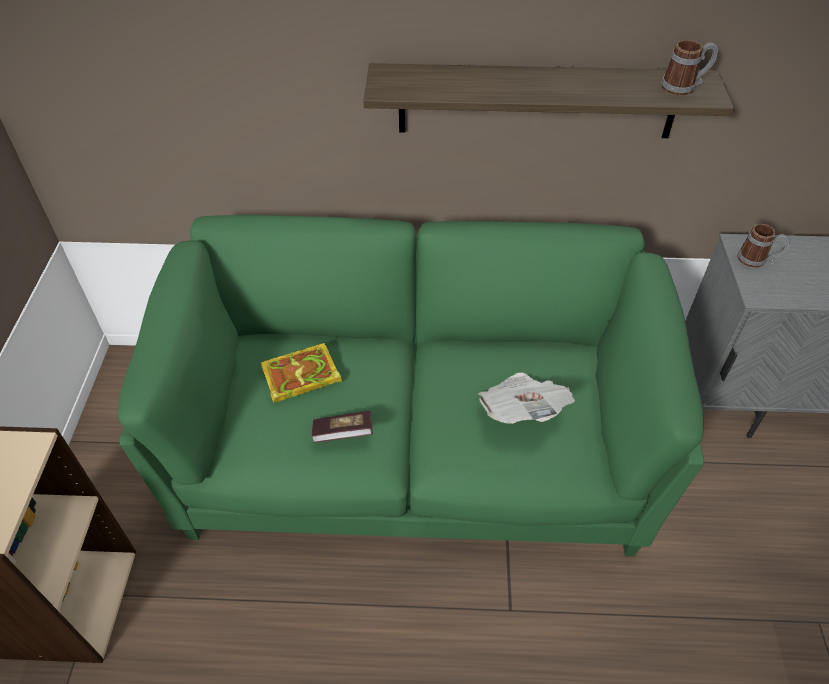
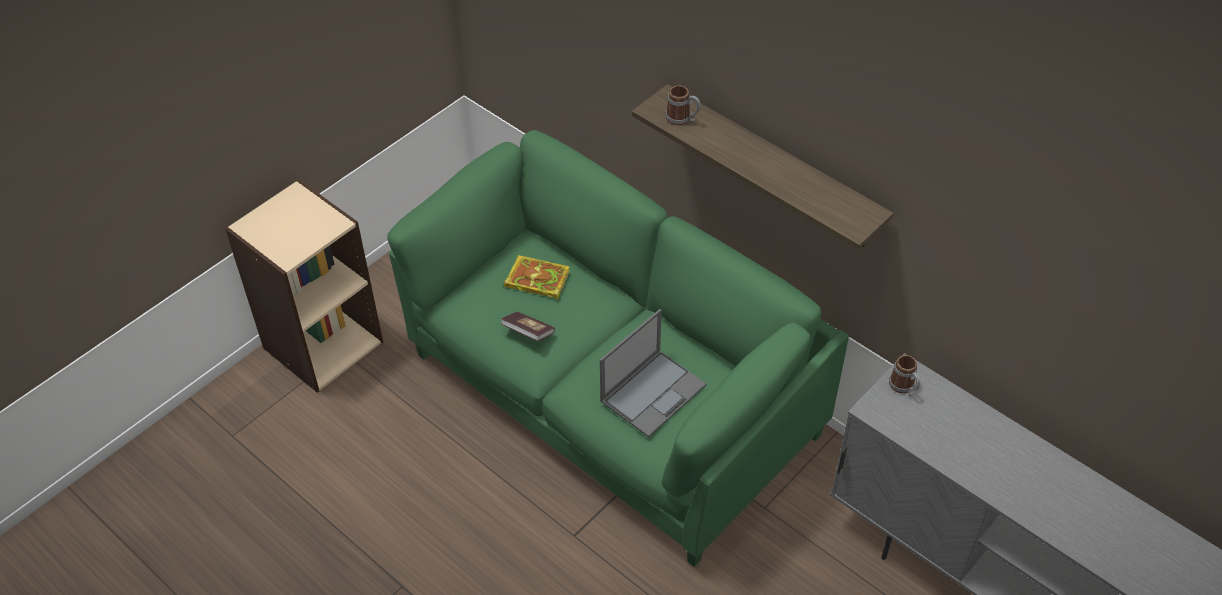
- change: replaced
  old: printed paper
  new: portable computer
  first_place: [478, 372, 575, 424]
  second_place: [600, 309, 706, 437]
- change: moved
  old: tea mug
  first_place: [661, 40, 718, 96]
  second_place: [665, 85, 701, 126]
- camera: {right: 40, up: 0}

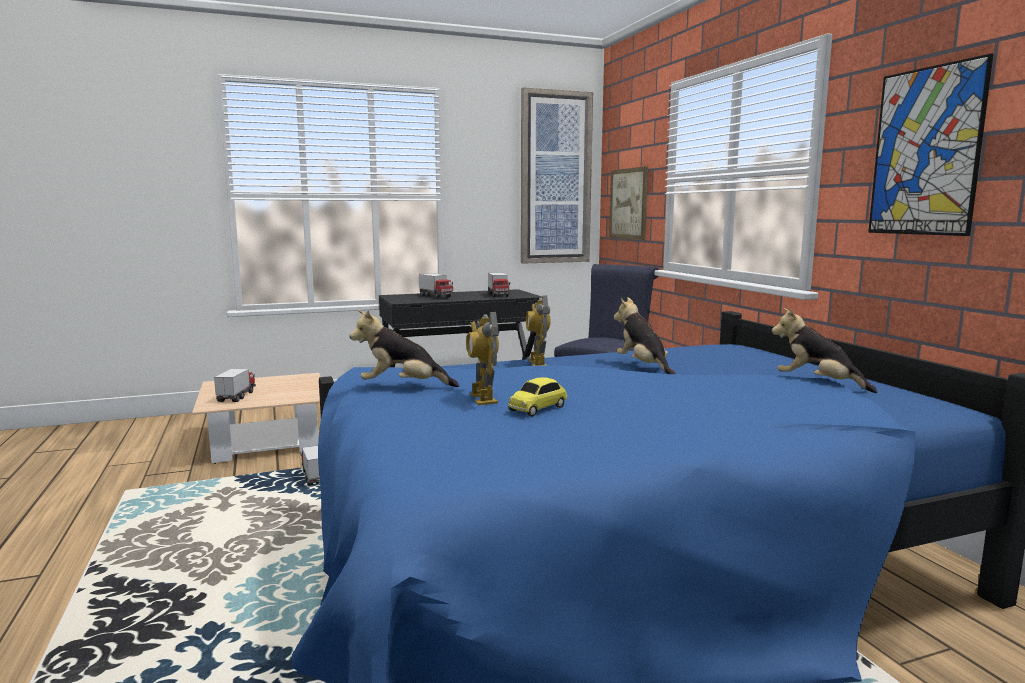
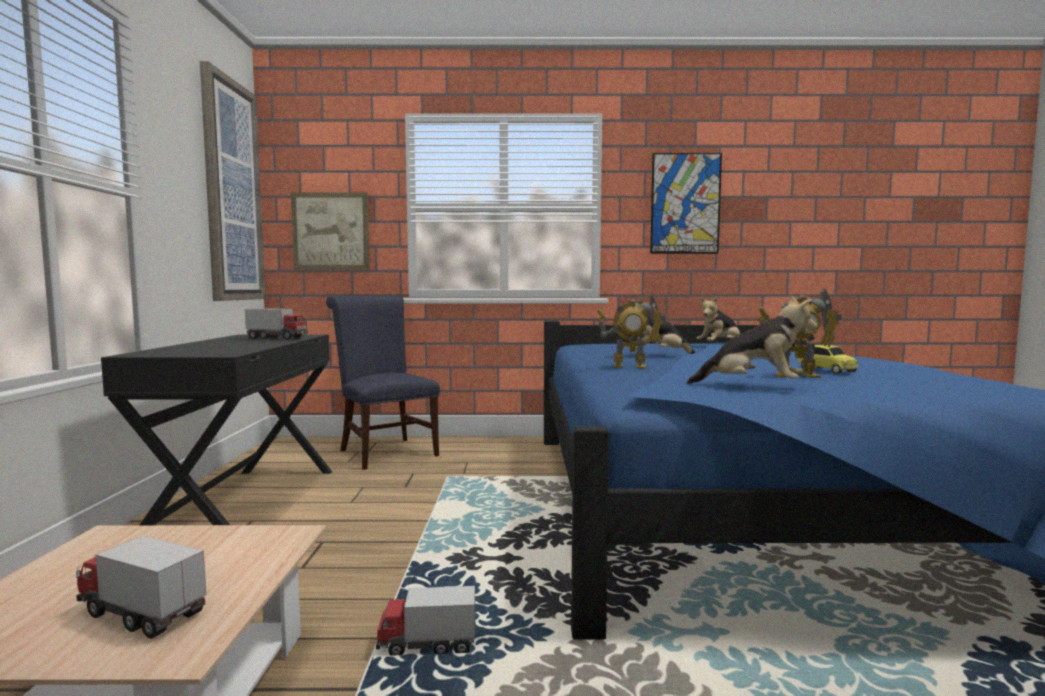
- change: turned
  old: cuddly toy
  first_place: [349, 310, 459, 387]
  second_place: [687, 295, 818, 384]
  degrees: -90
- change: removed
  old: toy lorry
  first_place: [419, 273, 454, 298]
- camera: {right: -70, up: -5}

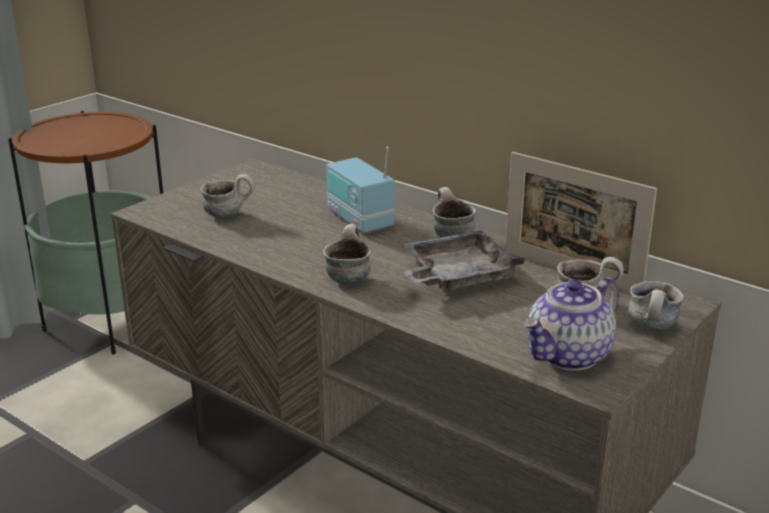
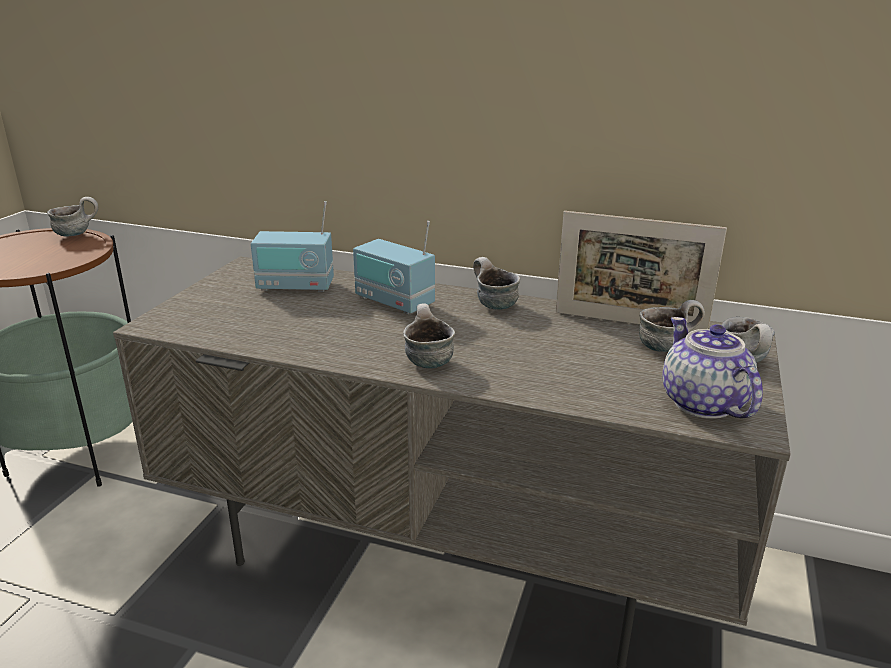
- change: moved
  old: tea mug
  first_place: [201, 174, 255, 217]
  second_place: [47, 197, 98, 237]
- change: added
  new: radio receiver
  second_place: [251, 201, 334, 292]
- change: turned
  old: pot for tea
  first_place: [523, 277, 619, 371]
  second_place: [662, 317, 763, 419]
  degrees: 135
- change: removed
  old: greyish tray
  first_place: [402, 230, 524, 290]
- camera: {right: -20, up: 0}

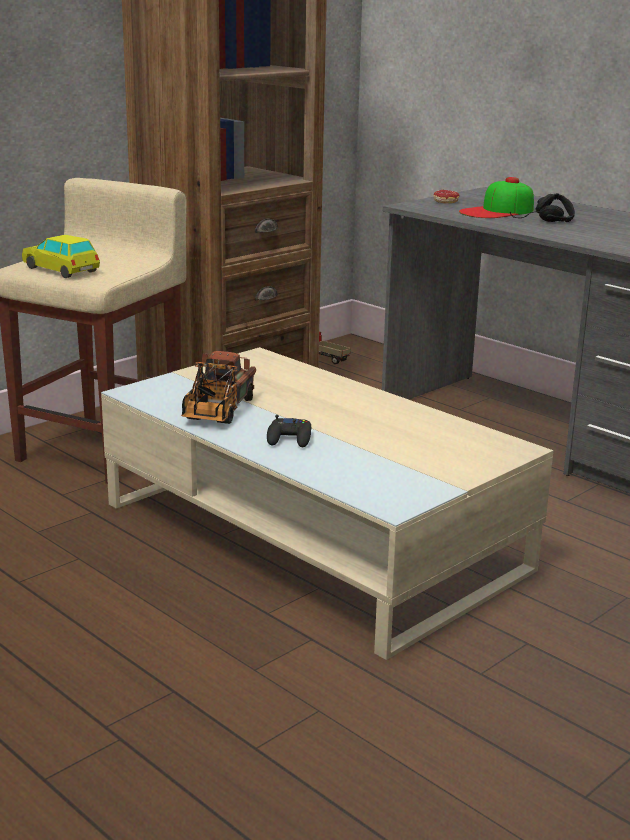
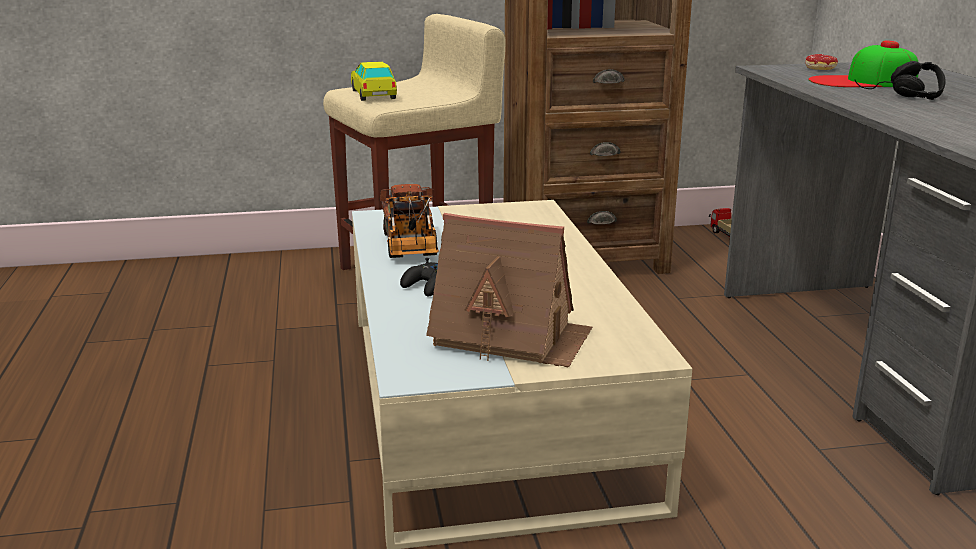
- change: turned
  old: toy lorry
  first_place: [181, 351, 256, 424]
  second_place: [380, 184, 439, 258]
  degrees: -60
- change: added
  new: toy house
  second_place: [426, 213, 592, 367]
- camera: {right: 35, up: 0}

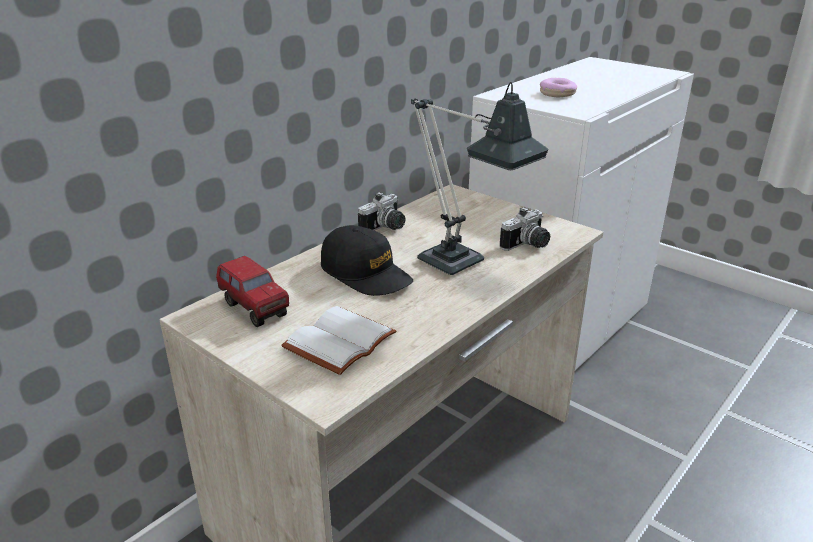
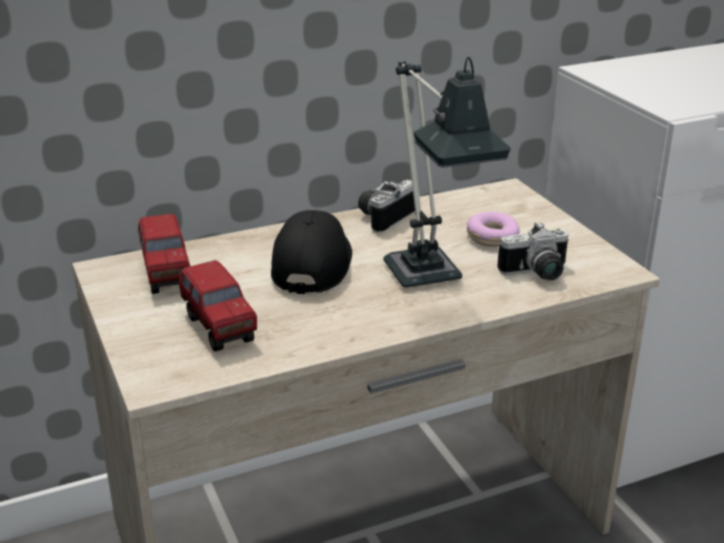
- change: replaced
  old: whitish bound book
  new: toy lorry
  first_place: [281, 306, 396, 375]
  second_place: [179, 260, 257, 351]
- change: turned
  old: black-coloured baseball cap
  first_place: [321, 225, 413, 296]
  second_place: [271, 210, 352, 294]
  degrees: -150
- change: turned
  old: still camera
  first_place: [358, 192, 405, 231]
  second_place: [358, 180, 415, 233]
  degrees: 150
- change: moved
  old: ring doughnut
  first_place: [540, 78, 577, 97]
  second_place: [467, 212, 520, 246]
- camera: {right: 25, up: 0}

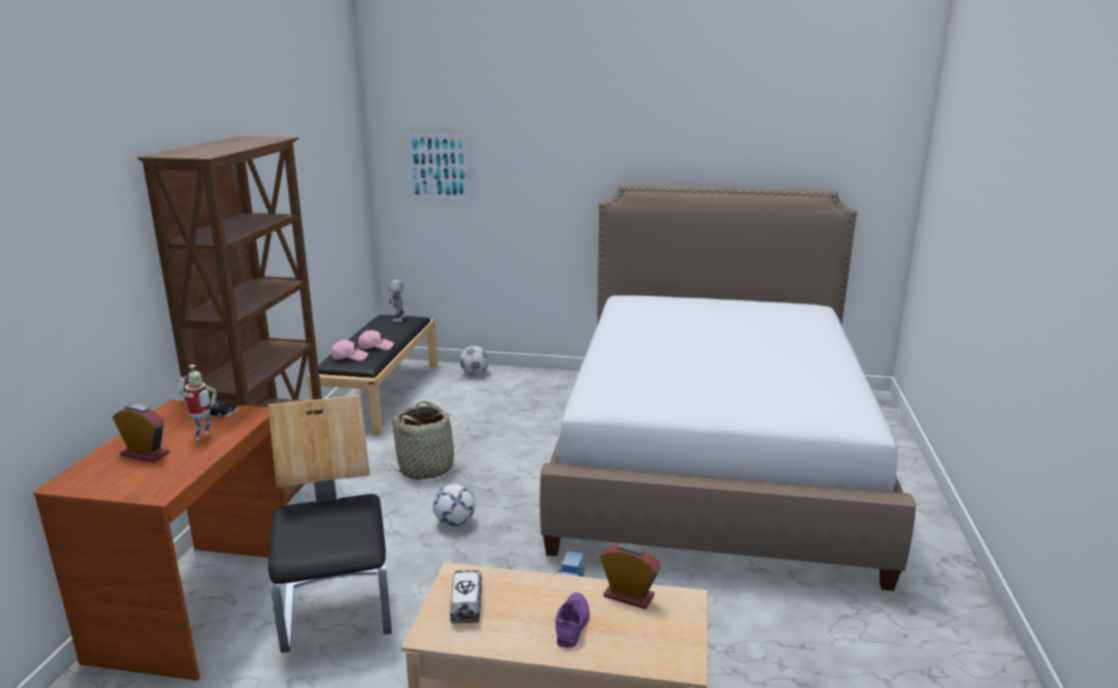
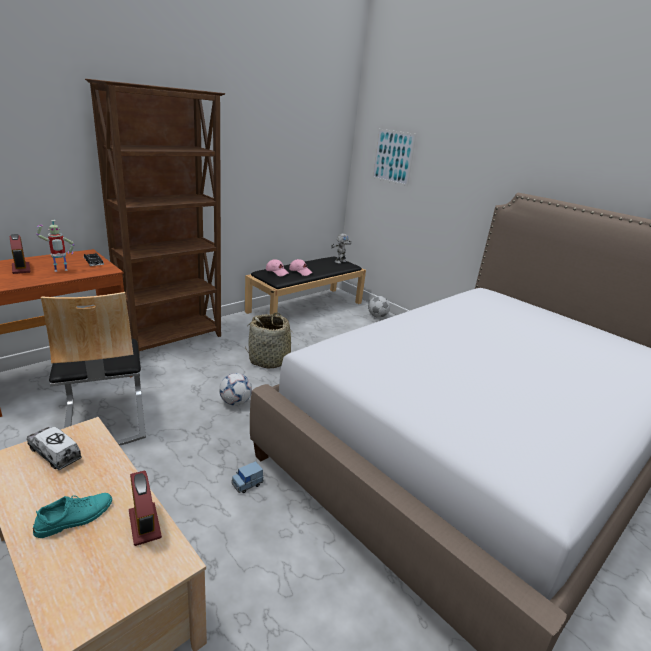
- change: turned
  old: toy lorry
  first_place: [450, 570, 482, 623]
  second_place: [27, 427, 82, 470]
  degrees: -90
- change: recoloured
  old: purplish low shoe
  new: turquoise-coloured low shoe
  first_place: [555, 592, 590, 648]
  second_place: [33, 493, 112, 538]
- change: turned
  old: plain chair
  first_place: [268, 395, 392, 653]
  second_place: [41, 292, 146, 446]
  degrees: 135
- camera: {right: 35, up: 5}

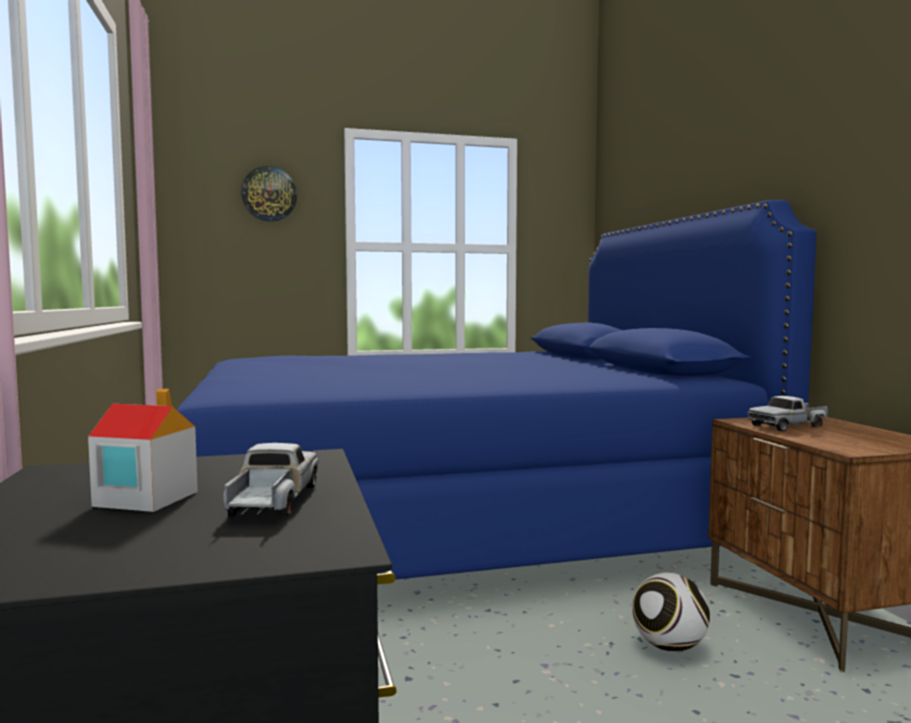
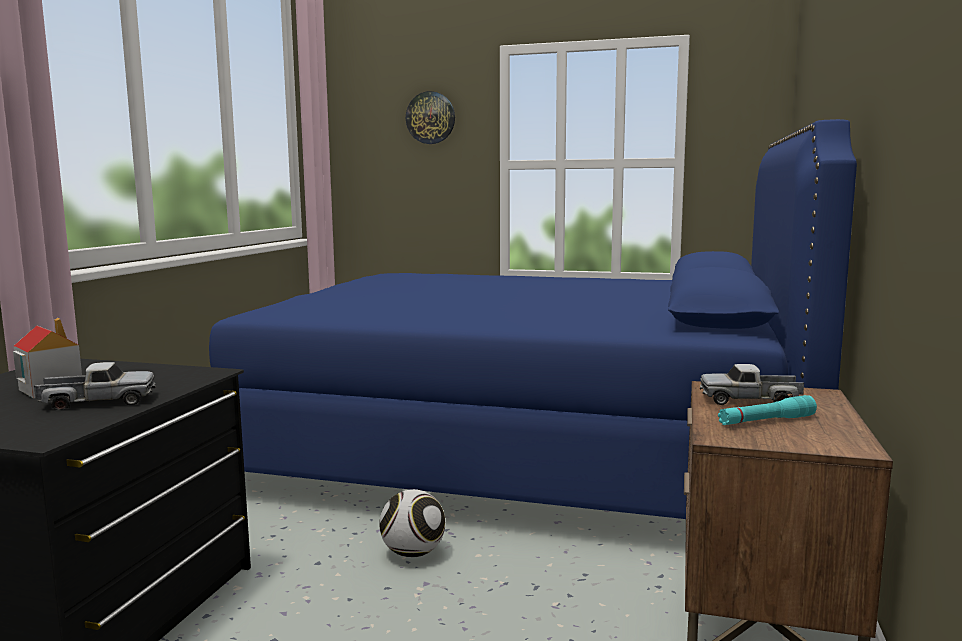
- change: turned
  old: toy lorry
  first_place: [223, 443, 318, 517]
  second_place: [34, 362, 155, 410]
  degrees: 45
- change: moved
  old: football
  first_place: [632, 573, 710, 652]
  second_place: [379, 489, 445, 558]
- change: added
  new: turquoise-coloured hand torch
  second_place: [718, 395, 817, 425]
- camera: {right: 30, up: 5}

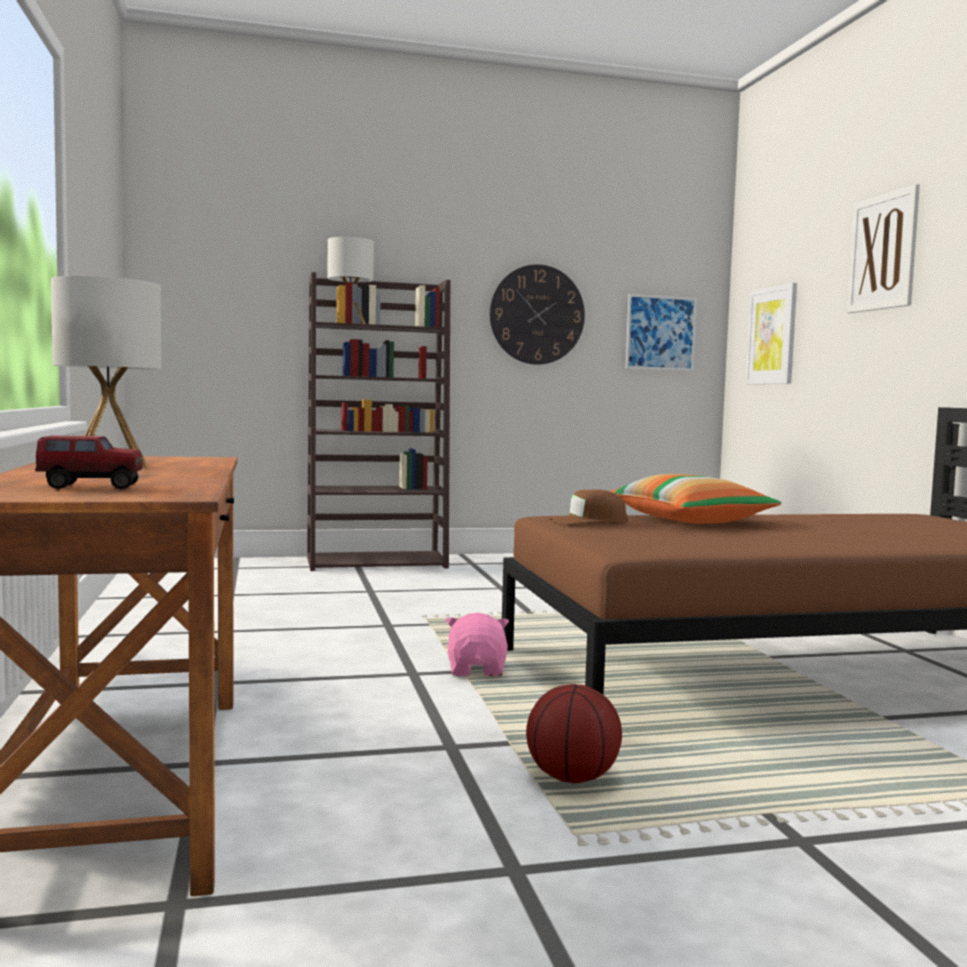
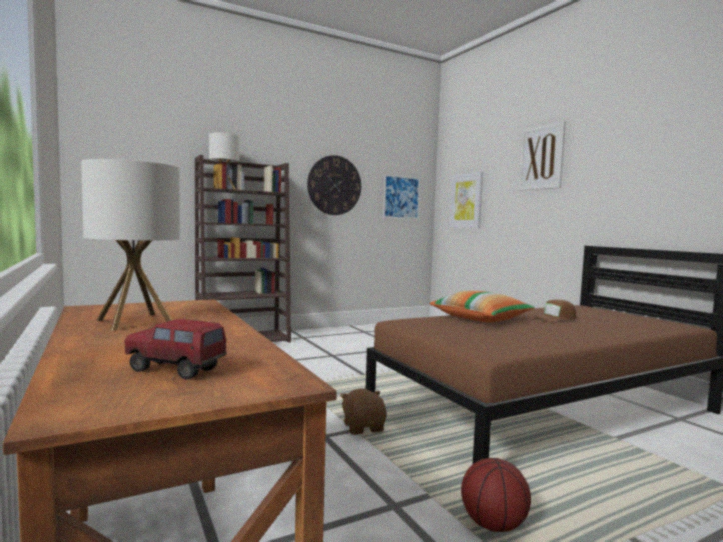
- change: turned
  old: toy lorry
  first_place: [35, 435, 143, 489]
  second_place: [125, 319, 227, 380]
  degrees: -135
- change: recoloured
  old: pink-coloured cuddly toy
  new: brownish cuddly toy
  first_place: [446, 613, 509, 676]
  second_place: [340, 389, 387, 435]
- change: moved
  old: brownish baseball cap
  first_place: [550, 489, 628, 525]
  second_place: [533, 300, 576, 322]
- camera: {right: -15, up: 0}

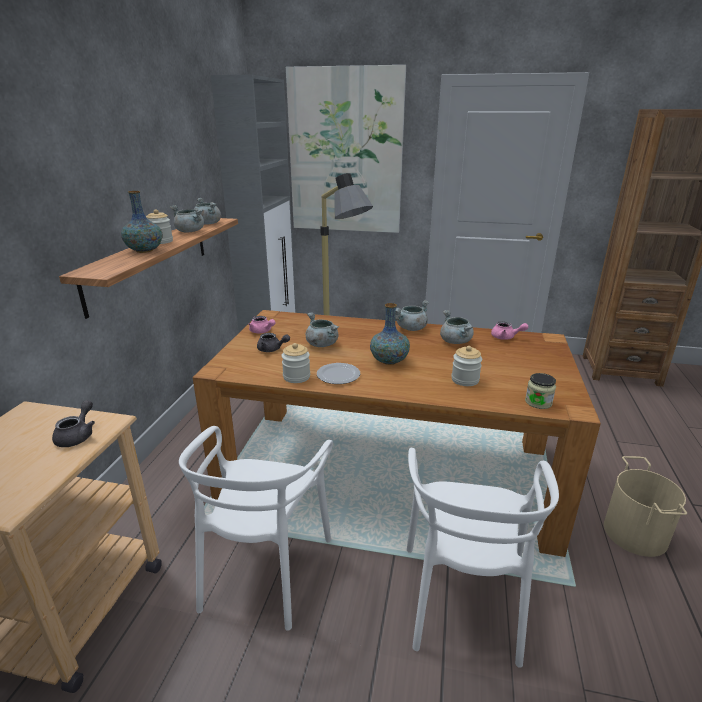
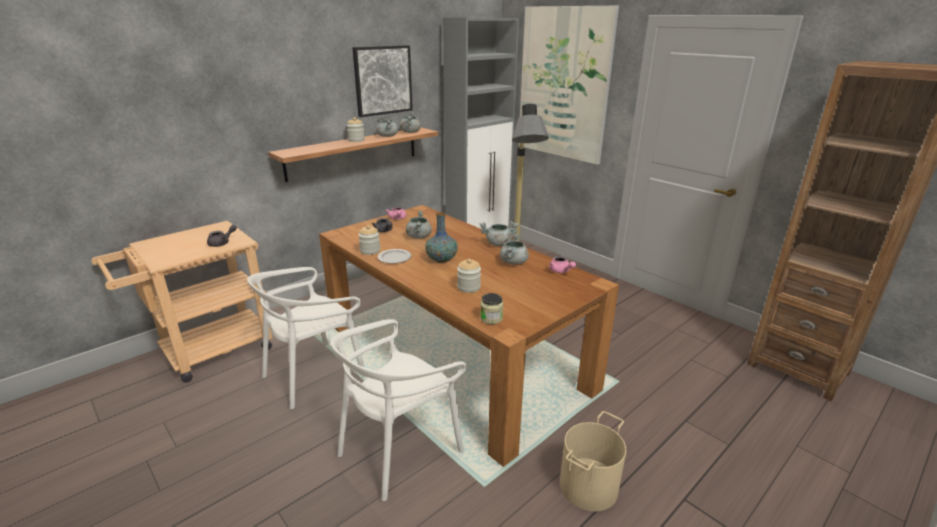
- change: added
  new: wall picture
  second_place: [352, 45, 413, 117]
- change: removed
  old: vase
  first_place: [121, 191, 162, 253]
- camera: {right: 35, up: 0}

